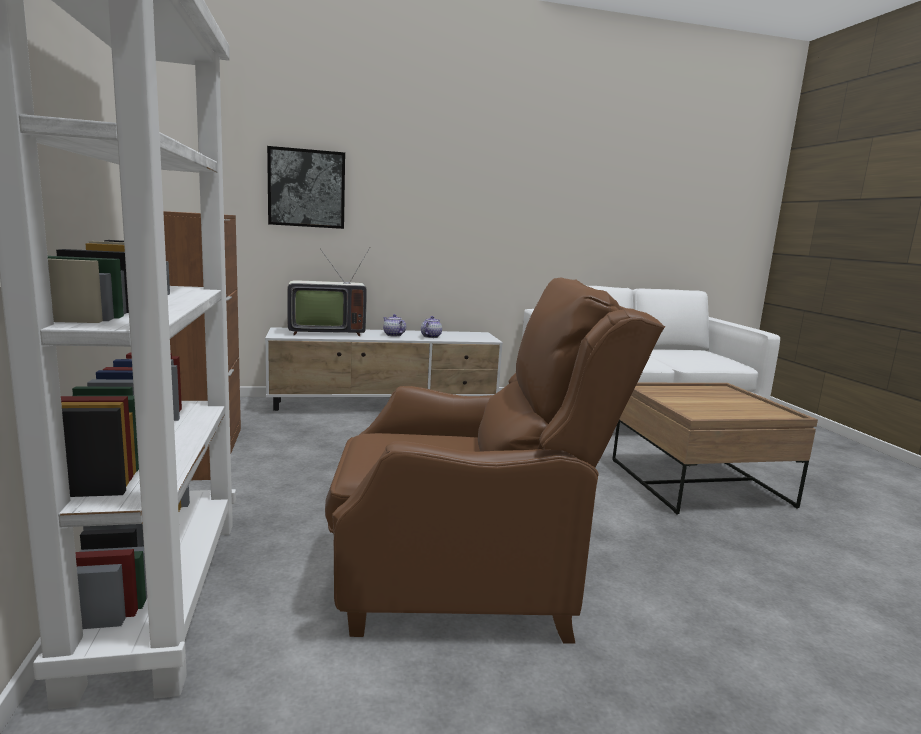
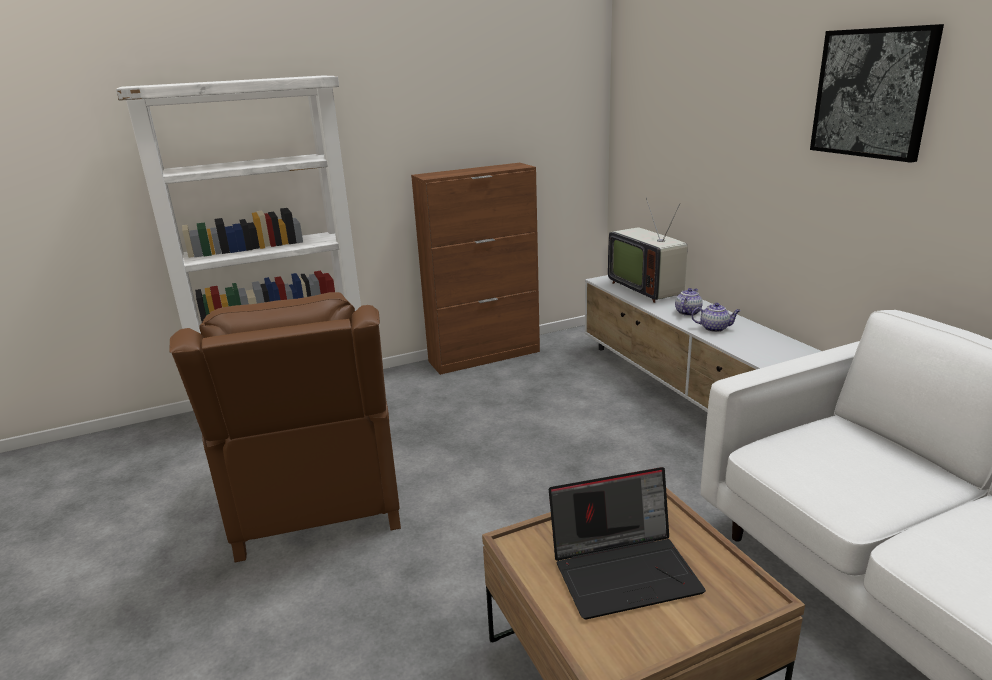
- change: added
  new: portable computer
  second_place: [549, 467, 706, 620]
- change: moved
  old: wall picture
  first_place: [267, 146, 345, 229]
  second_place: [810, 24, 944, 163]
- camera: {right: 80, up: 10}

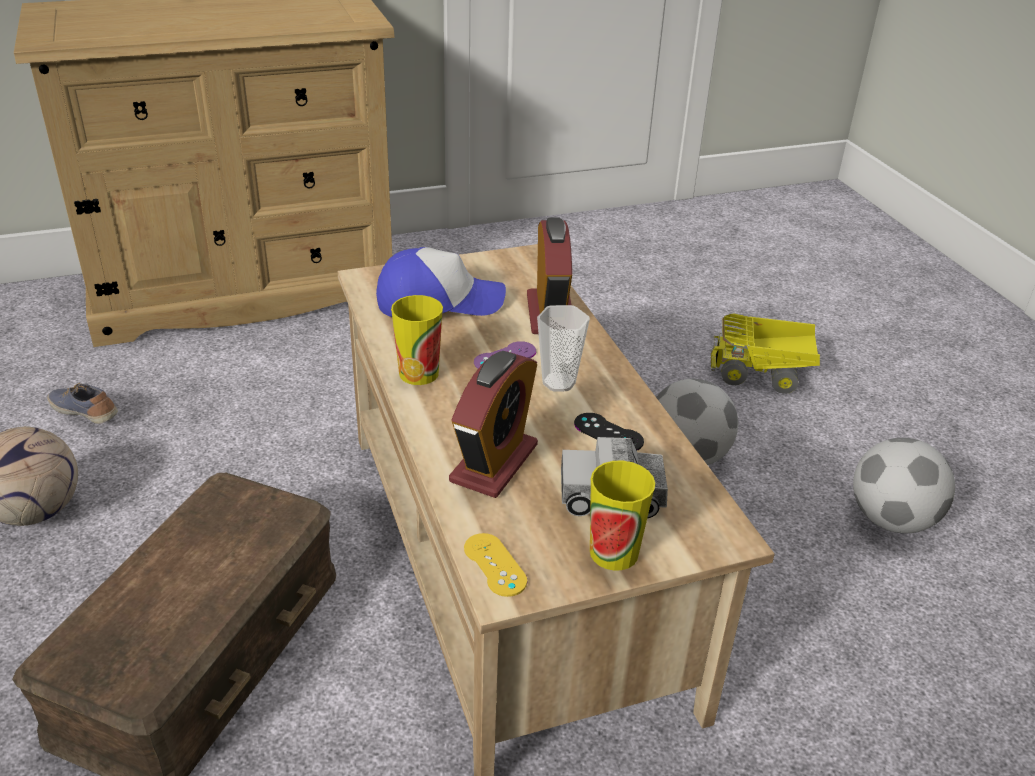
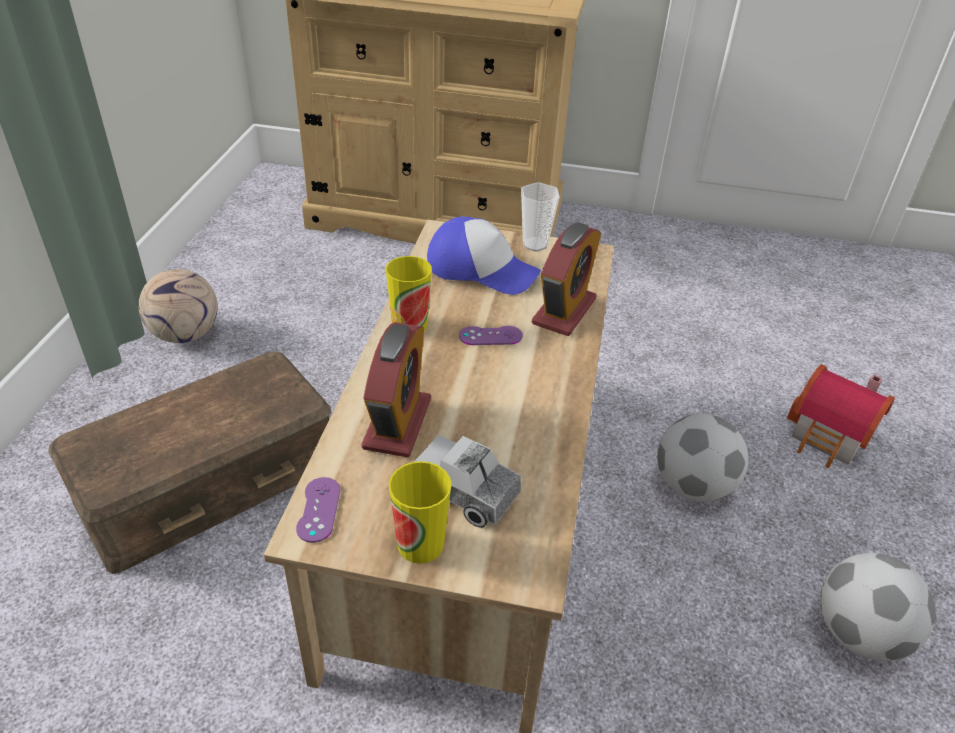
- change: recoloured
  old: yellow gamepad
  new: purplish gamepad
  first_place: [464, 533, 527, 597]
  second_place: [296, 477, 340, 543]
- change: turned
  old: alarm clock
  first_place: [449, 351, 538, 498]
  second_place: [361, 322, 431, 457]
  degrees: -45
- change: moved
  old: cup
  first_place: [537, 305, 590, 392]
  second_place: [521, 182, 560, 252]
- change: replaced
  old: toy lorry
  new: toy house
  first_place: [710, 313, 820, 394]
  second_place: [787, 364, 895, 468]
- change: removed
  old: low shoe
  first_place: [47, 383, 118, 424]
- change: removed
  old: black-coloured gamepad
  first_place: [574, 413, 644, 450]
- camera: {right: 30, up: 5}

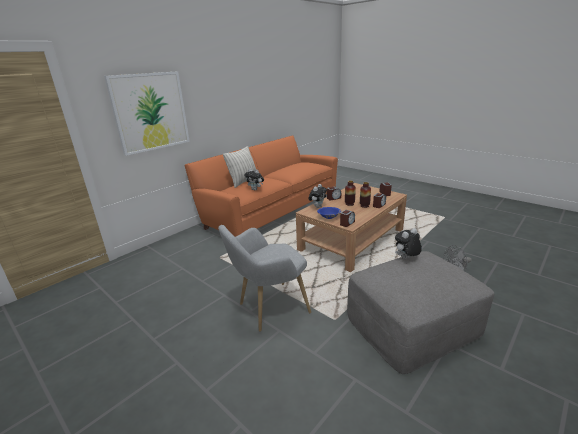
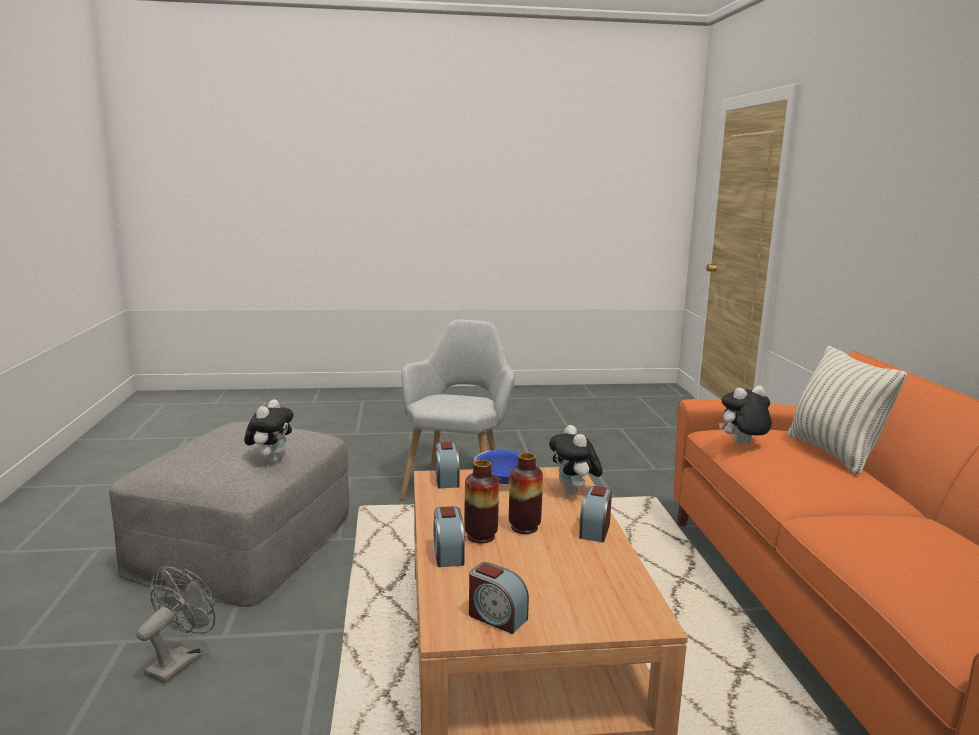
- change: removed
  old: wall picture
  first_place: [104, 71, 190, 156]
- camera: {right: 130, up: -10}

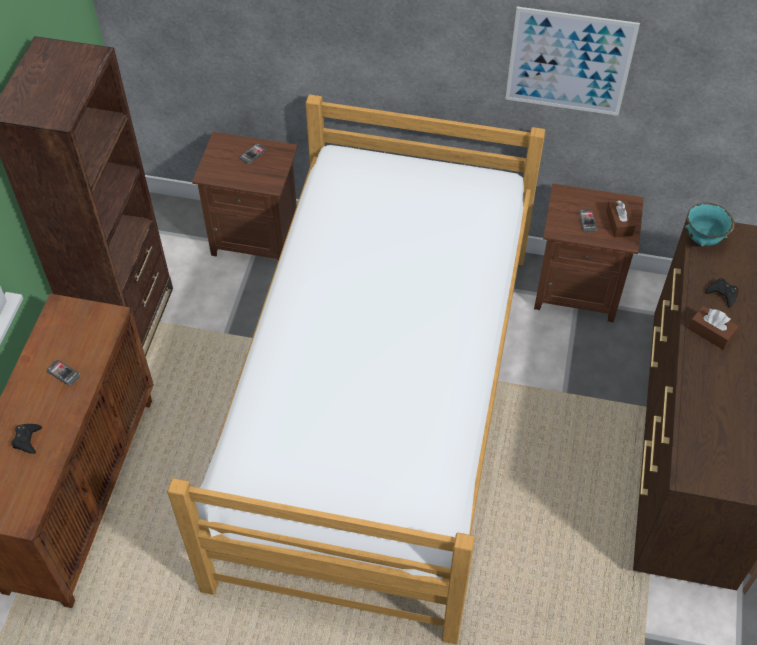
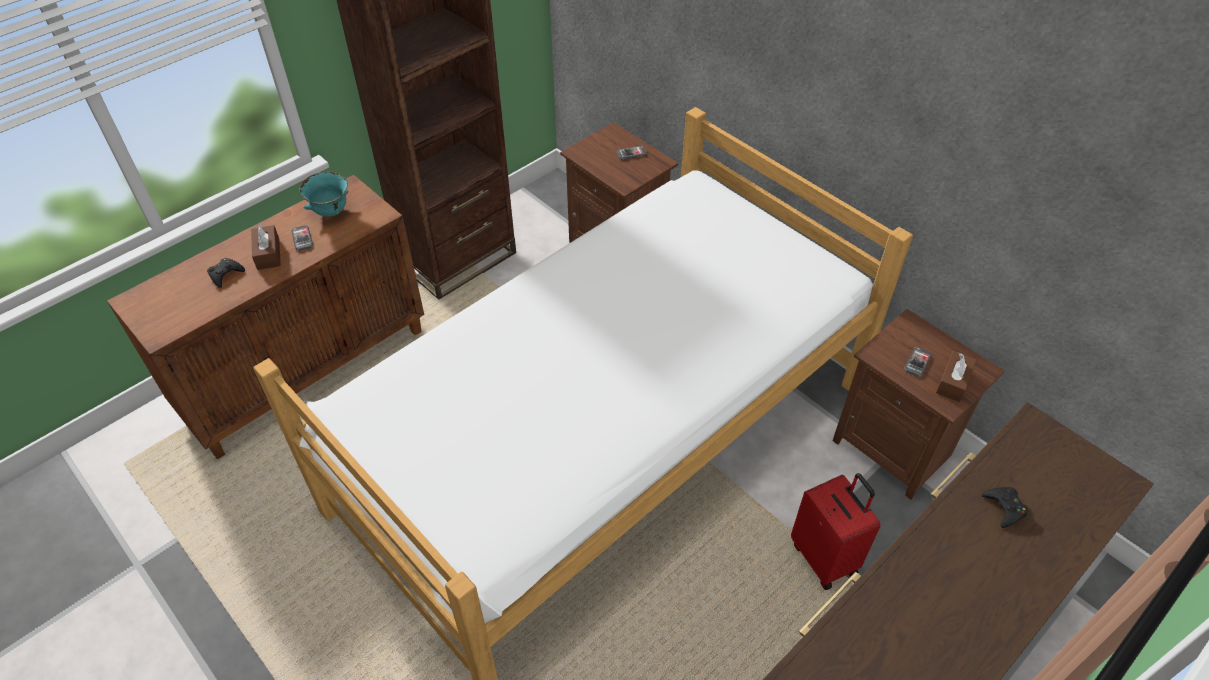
- change: moved
  old: brownish box of tissues
  first_place: [688, 306, 739, 350]
  second_place: [251, 223, 281, 270]
- change: moved
  old: turquoise-coloured bowl
  first_place: [685, 203, 735, 246]
  second_place: [299, 171, 348, 217]
- change: added
  new: red-coloured piece of luggage
  second_place: [791, 473, 881, 590]
- change: removed
  old: wall picture
  first_place: [505, 7, 640, 116]
- camera: {right: 35, up: -5}

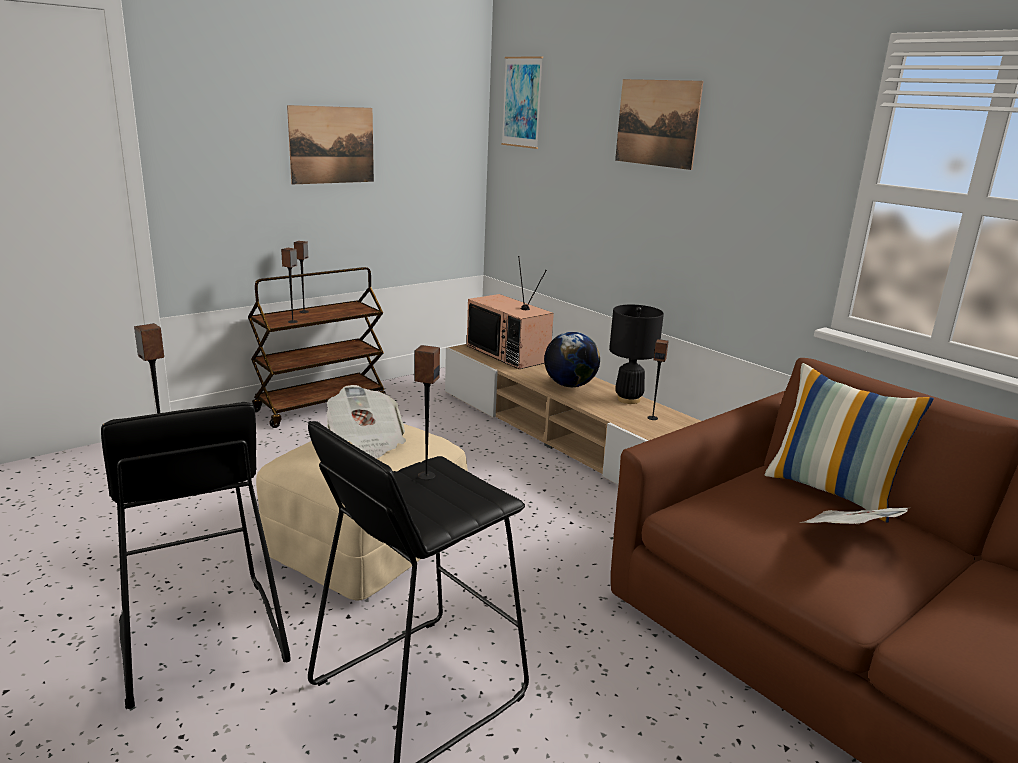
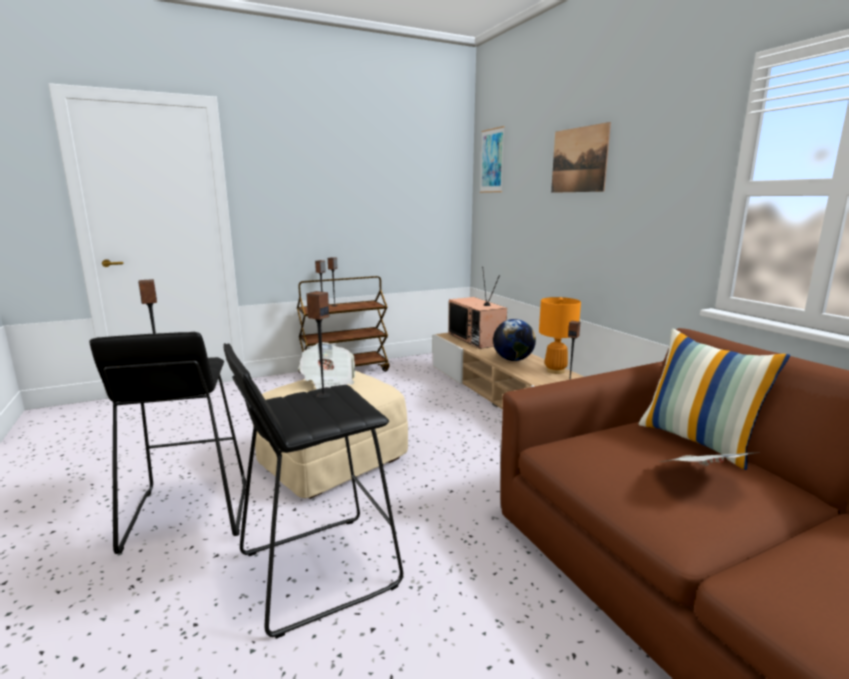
- change: recoloured
  old: black-coloured table lamp
  new: orange-coloured table lamp
  first_place: [609, 305, 664, 404]
  second_place: [539, 297, 581, 374]
- change: removed
  old: wall picture
  first_place: [287, 105, 374, 184]
- camera: {right: 15, up: -5}

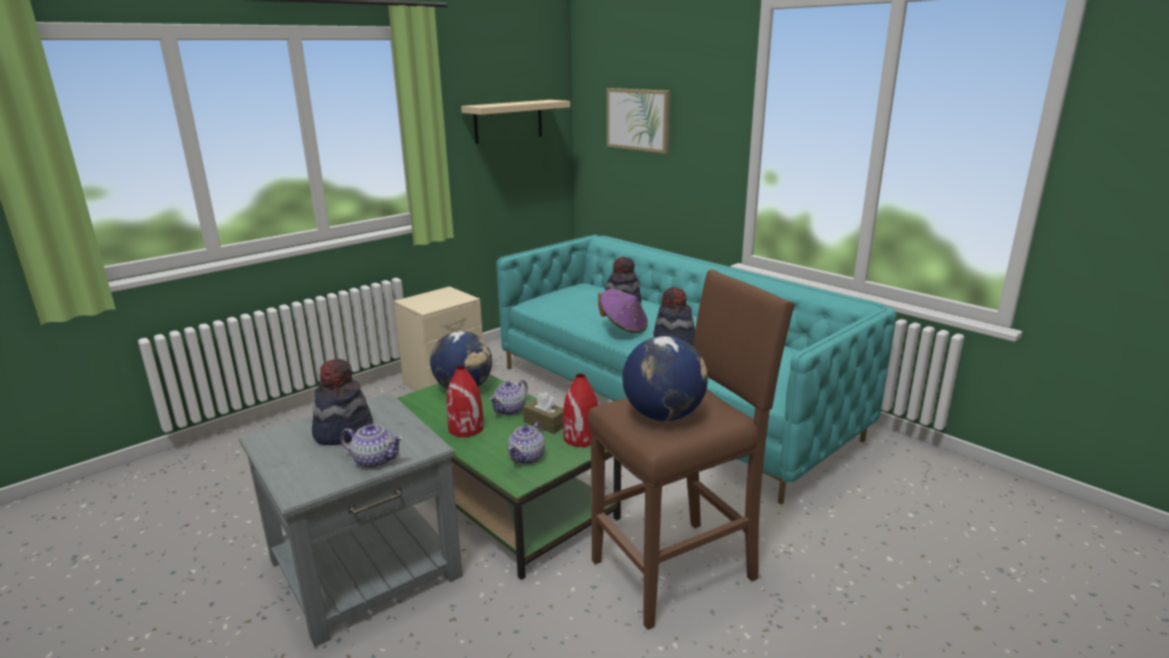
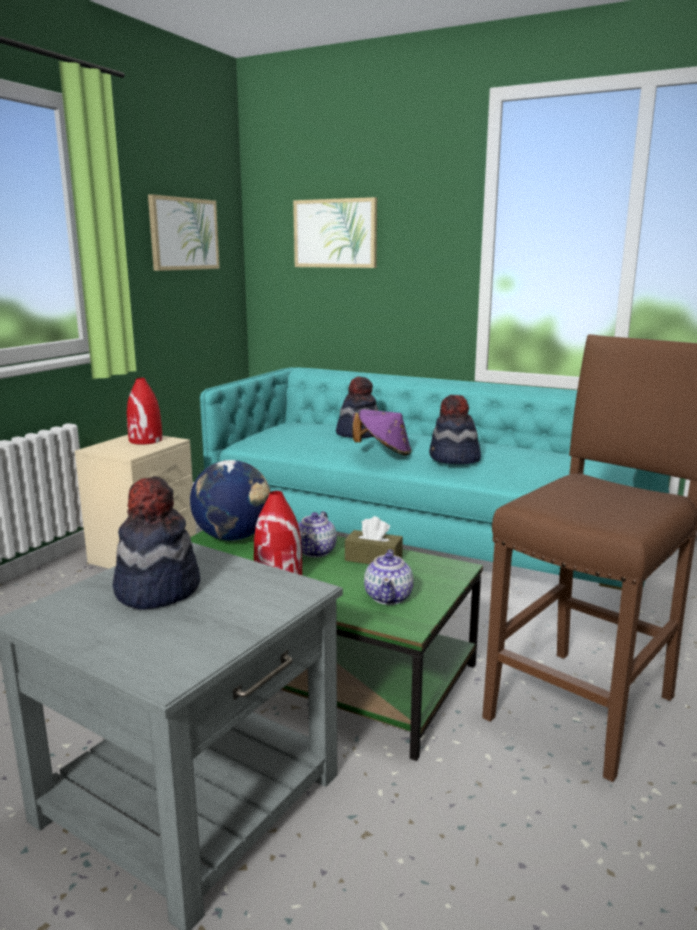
- change: moved
  old: red-coloured vase
  first_place: [563, 374, 598, 447]
  second_place: [127, 378, 162, 445]
- change: replaced
  old: beige-coloured wall shelf
  new: wall picture
  first_place: [461, 100, 570, 144]
  second_place: [148, 194, 220, 271]
- change: removed
  old: pot for tea
  first_place: [340, 424, 404, 468]
- change: removed
  old: globe
  first_place: [622, 336, 708, 421]
- camera: {right: -20, up: -5}

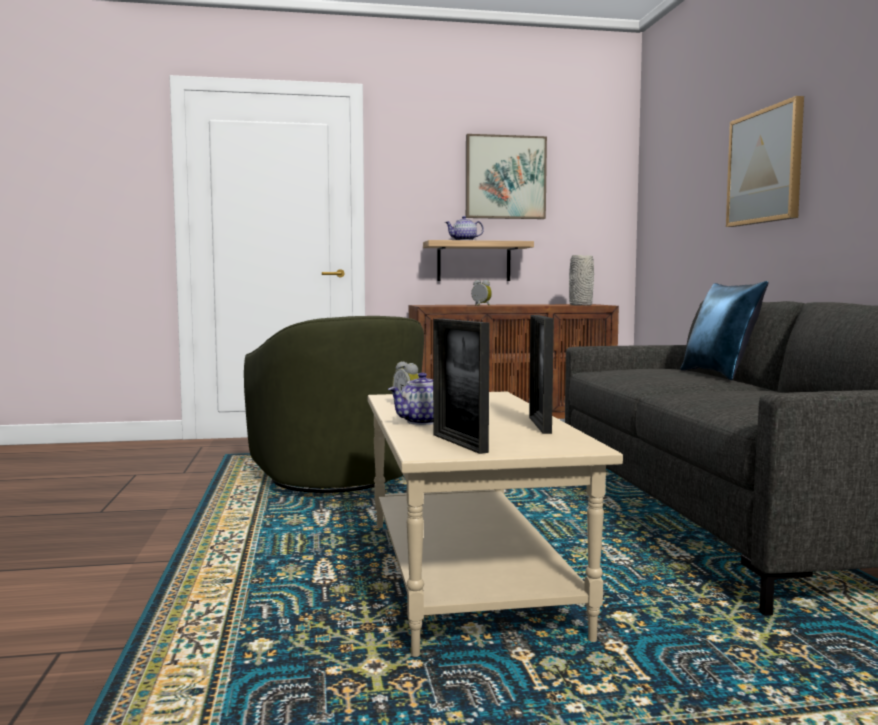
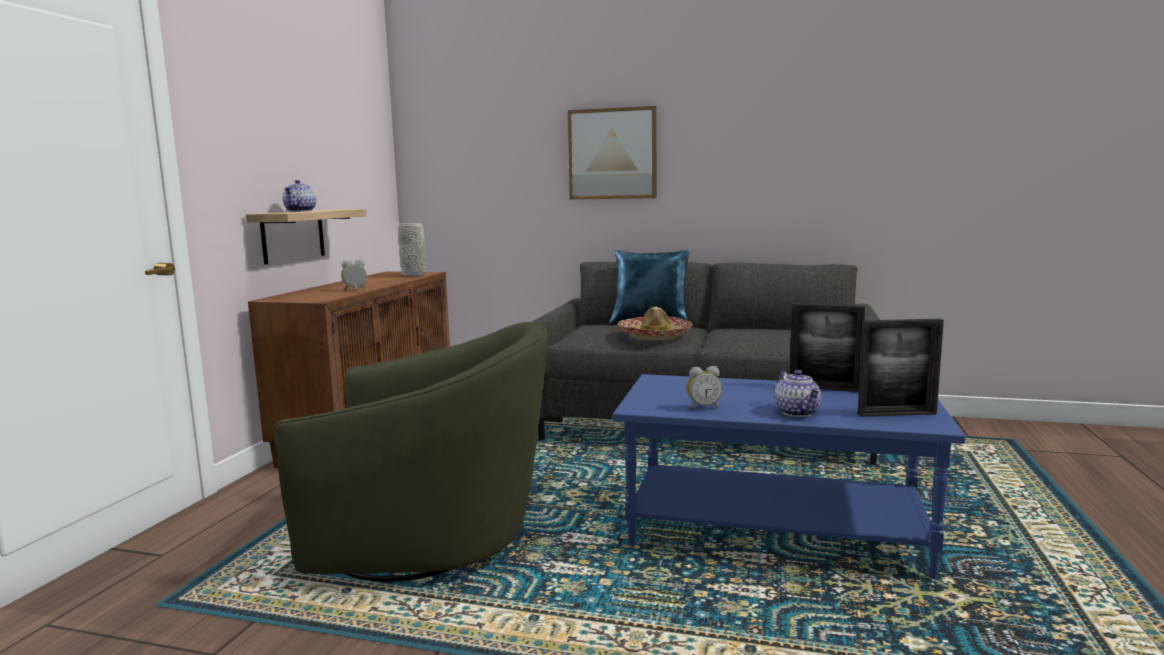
- change: recoloured
  old: beige-coloured coffee table
  new: blue coffee table
  first_place: [368, 392, 623, 657]
  second_place: [612, 374, 965, 579]
- change: added
  new: clothing hat
  second_place: [617, 307, 693, 340]
- change: removed
  old: wall picture
  first_place: [466, 134, 547, 219]
- camera: {right: -65, up: 5}

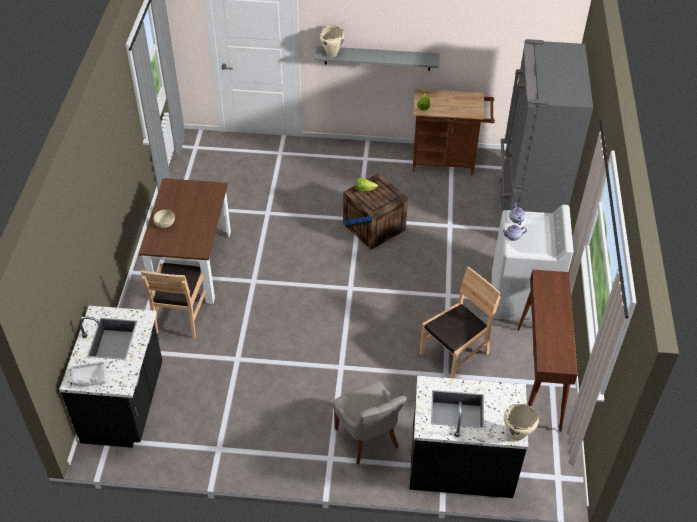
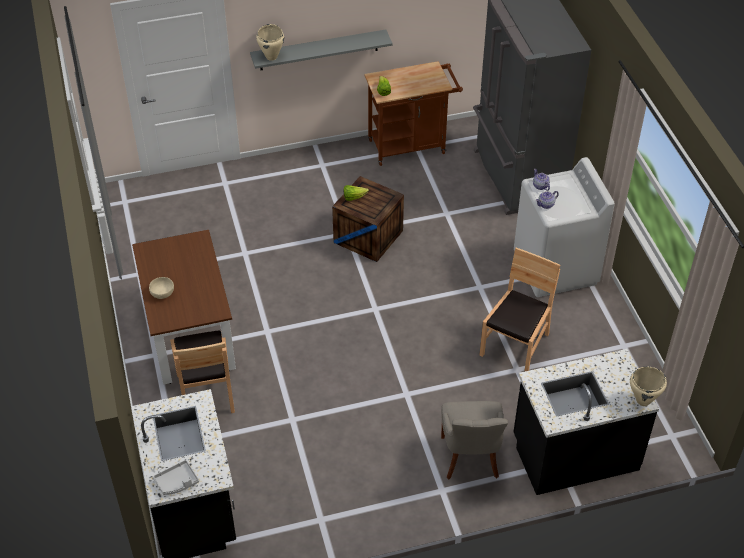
- change: turned
  old: greyish plain chair
  first_place: [333, 382, 407, 464]
  second_place: [441, 401, 508, 479]
  degrees: 45
- change: removed
  old: brownish console table
  first_place: [517, 269, 578, 432]
- camera: {right: -20, up: 0}

